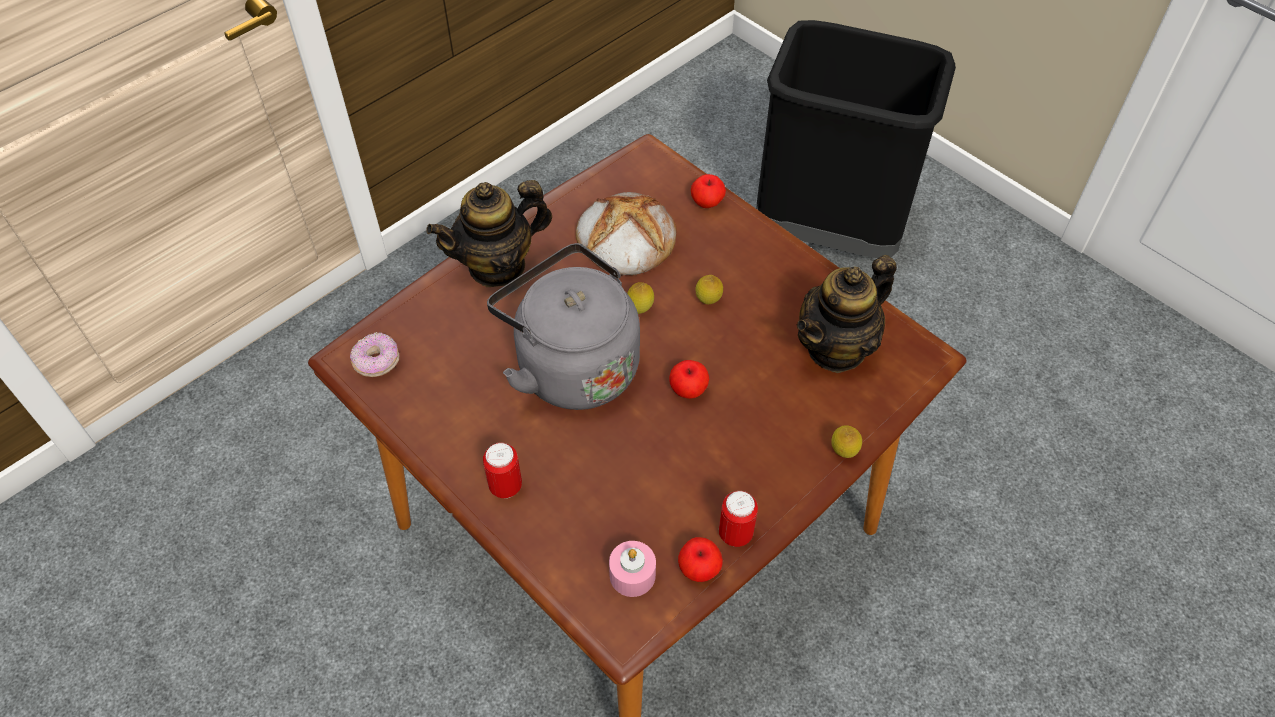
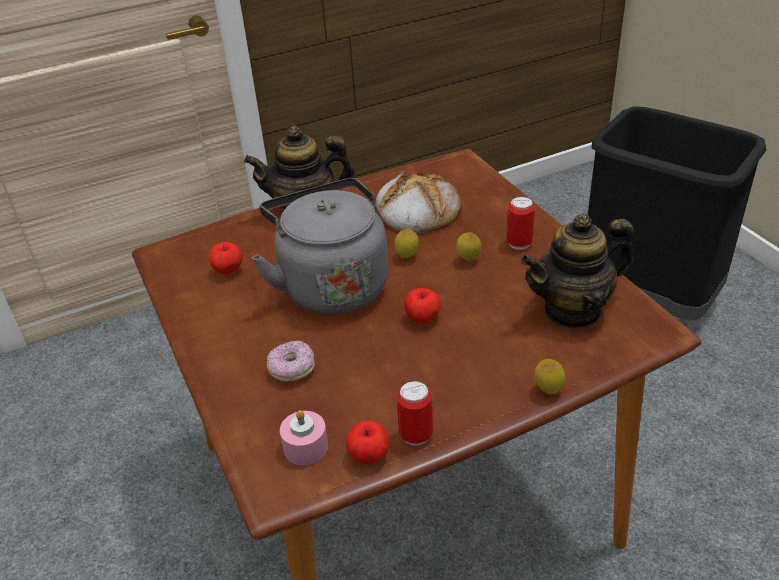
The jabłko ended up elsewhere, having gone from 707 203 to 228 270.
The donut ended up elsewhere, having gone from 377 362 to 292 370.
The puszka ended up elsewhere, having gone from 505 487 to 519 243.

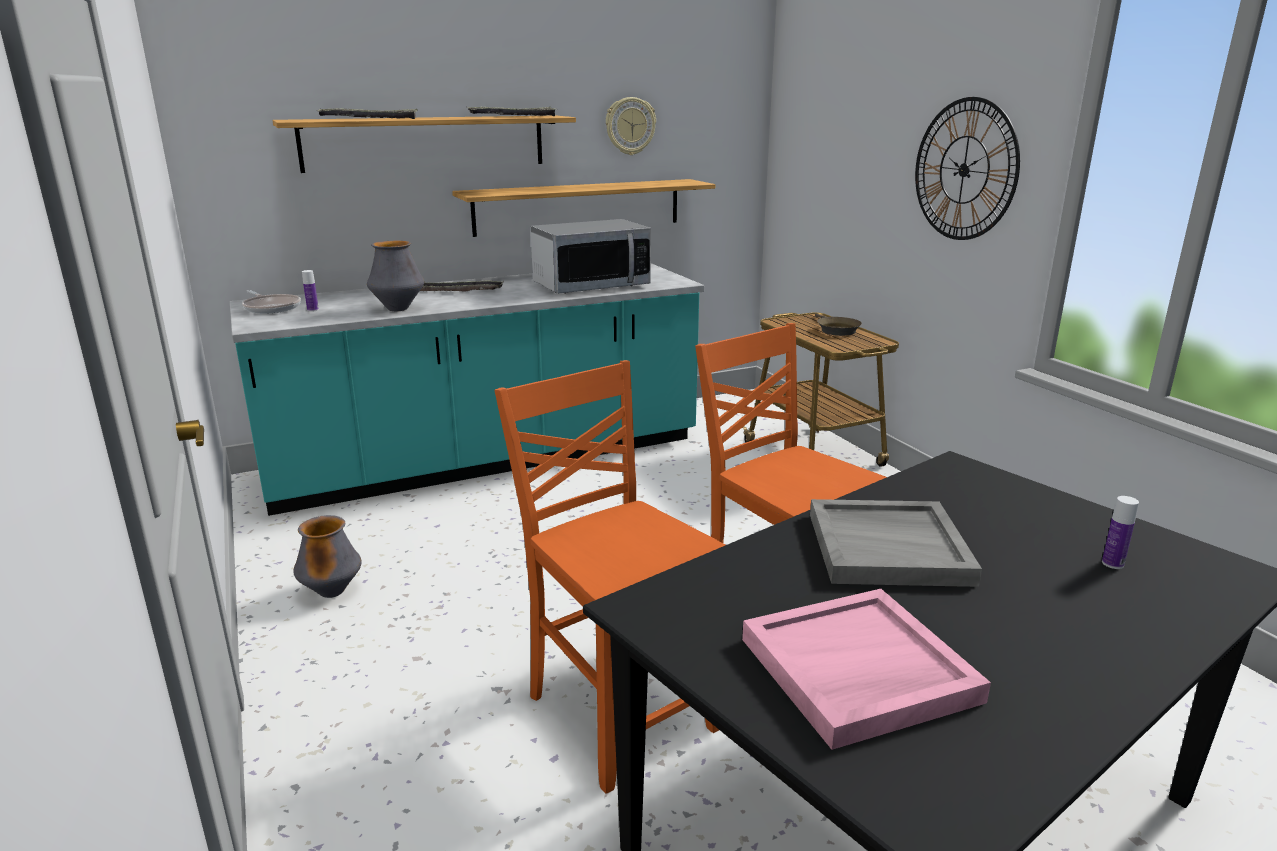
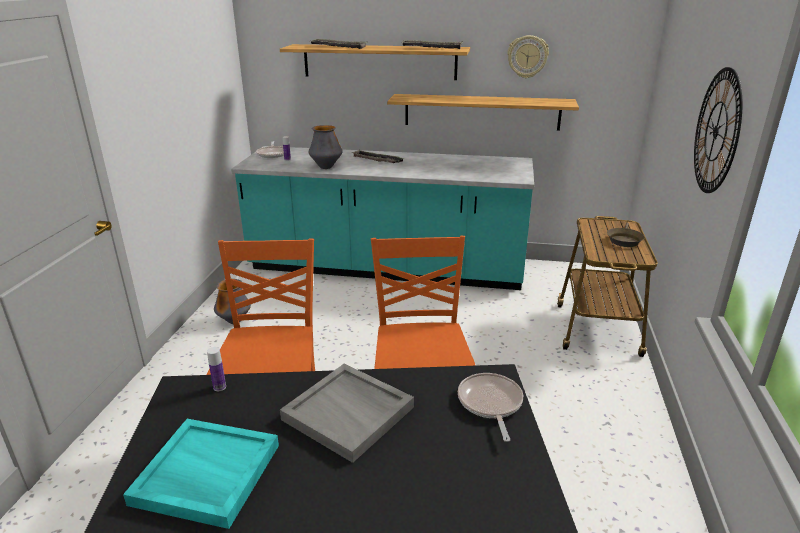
The second view lost the mikrofalówka at 591 285.
The butelka ended up elsewhere, having gone from 1112 563 to 219 387.
What was the taca (różowy) at 857 671 turned into the taca (turkusowy) at 205 474.
The second view gained the patelnia at 490 404.

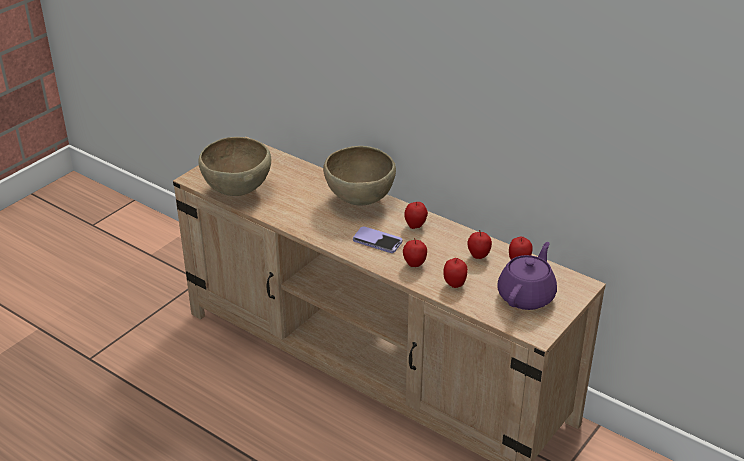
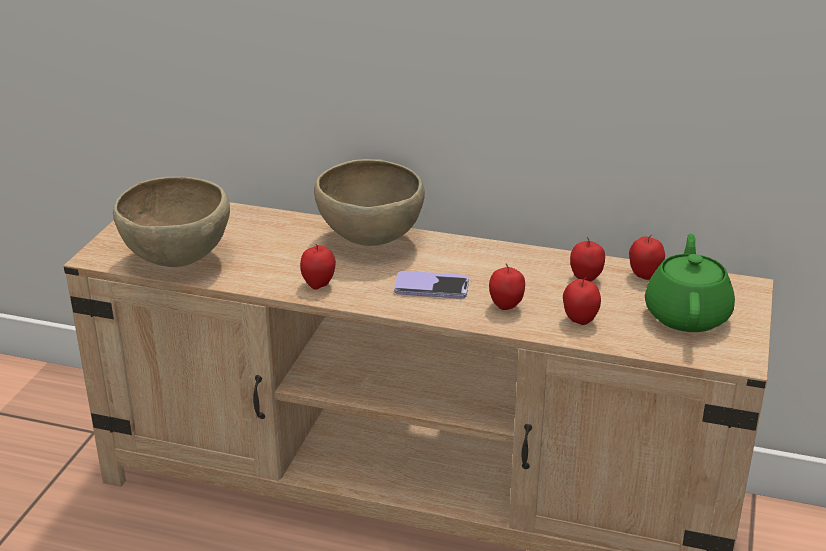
The jabłko ended up elsewhere, having gone from 415 226 to 318 285.
What was the imbryk (fioletowy) at 526 296 turned into the imbryk (zielony) at 687 315.

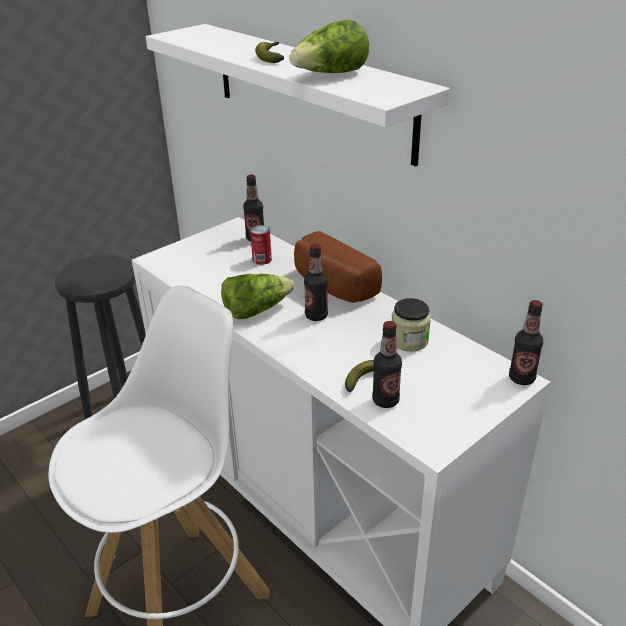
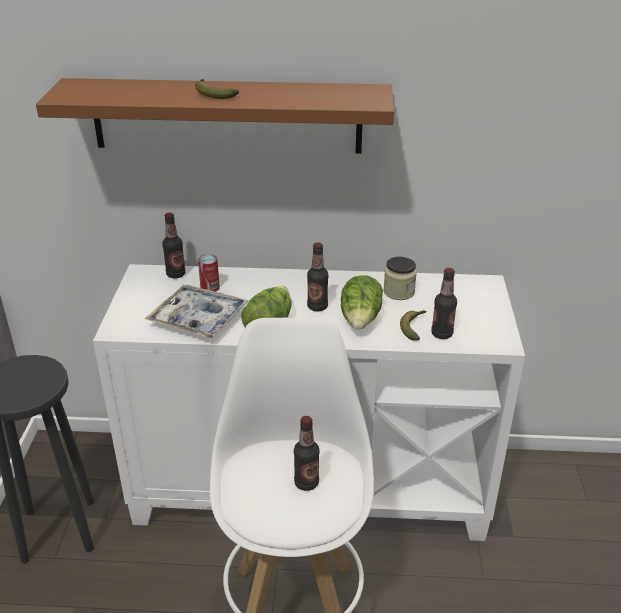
The sałata ended up elsewhere, having gone from 331 75 to 361 319.
What was the półka (biały) at 309 89 turned into the półka (brązowy) at 227 116.
The second view lost the chleb at 331 286.
The butelka ended up elsewhere, having gone from 521 378 to 306 483.
The second view gained the taca at 198 319.

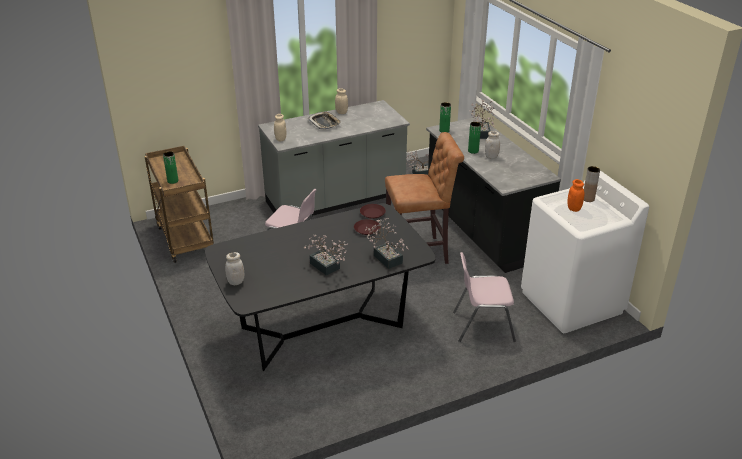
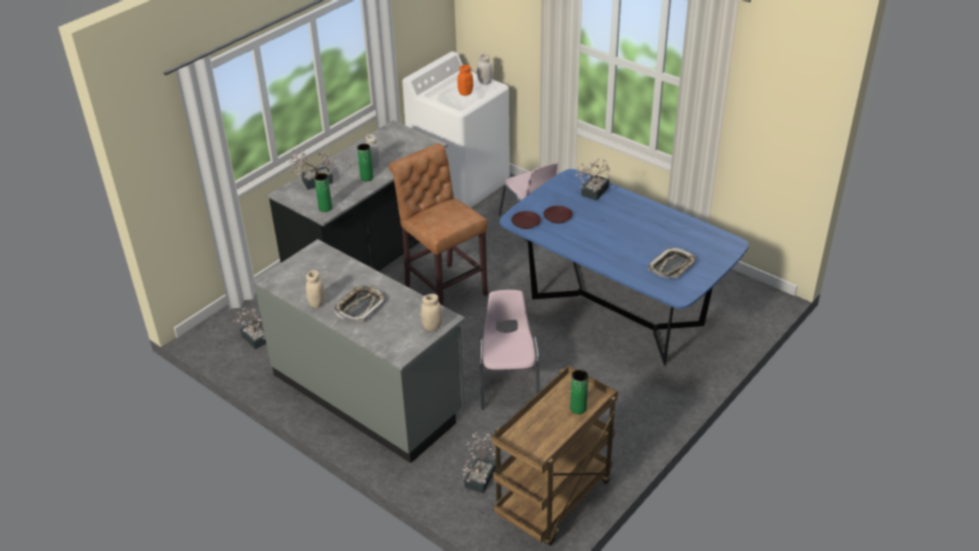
The second view lost the wazon (brązowy) at 588 199.
What was the stół jadalny (czarny) at 322 328 turned into the stół jadalny (niebieski) at 616 311.
The roślina doniczkowa ended up elsewhere, having gone from 326 267 to 482 476.
The słoik (biały) ended up elsewhere, having gone from 236 282 to 484 82.
The second view gained the taca at 672 266.

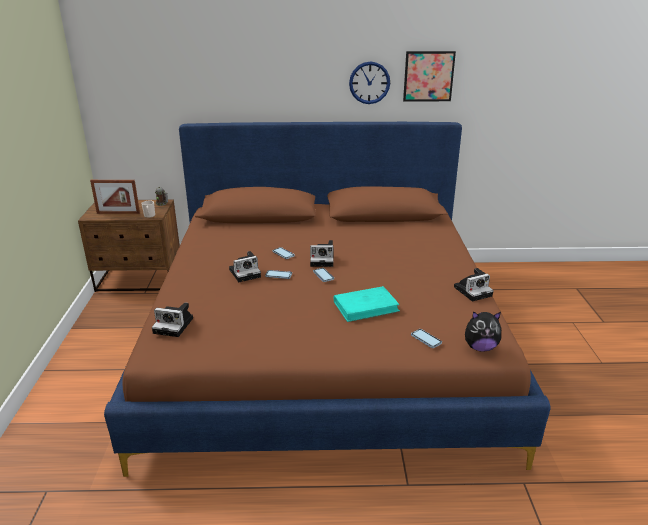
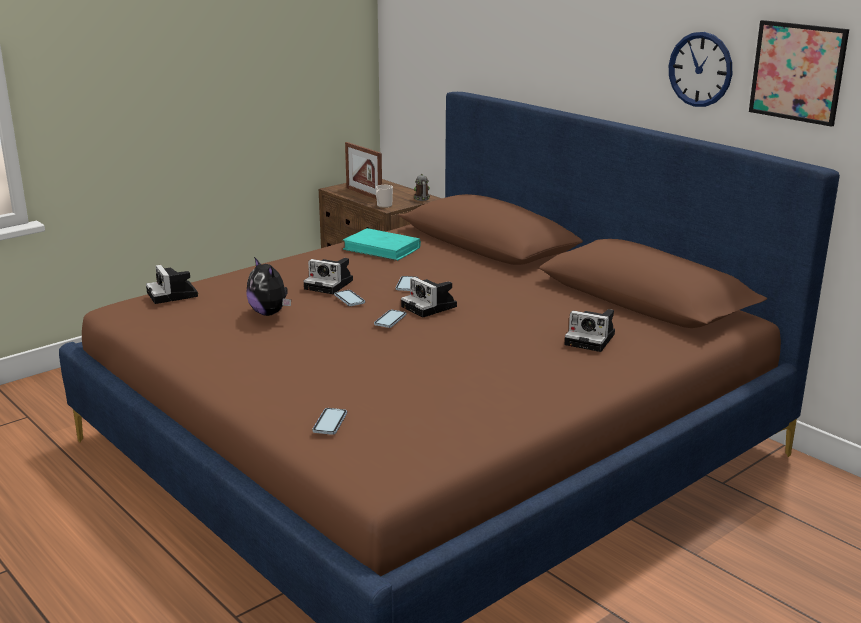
The aparat fotograficzny ended up elsewhere, having gone from 473 291 to 592 339.
The książka (turkusowy) ended up elsewhere, having gone from 366 307 to 382 249.
The pluszak ended up elsewhere, having gone from 480 347 to 270 313.

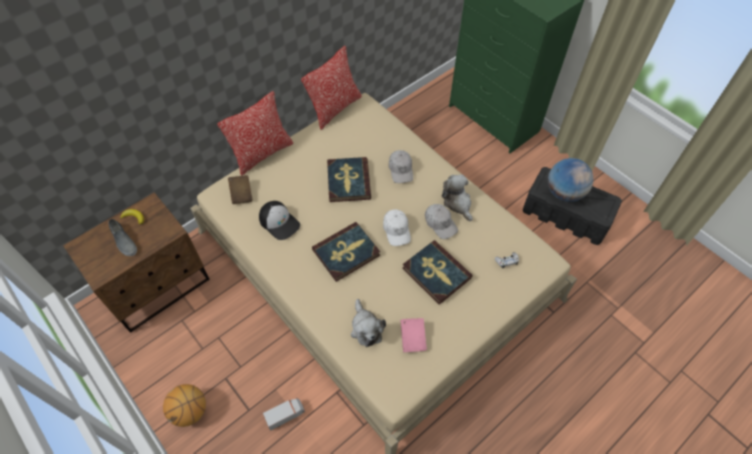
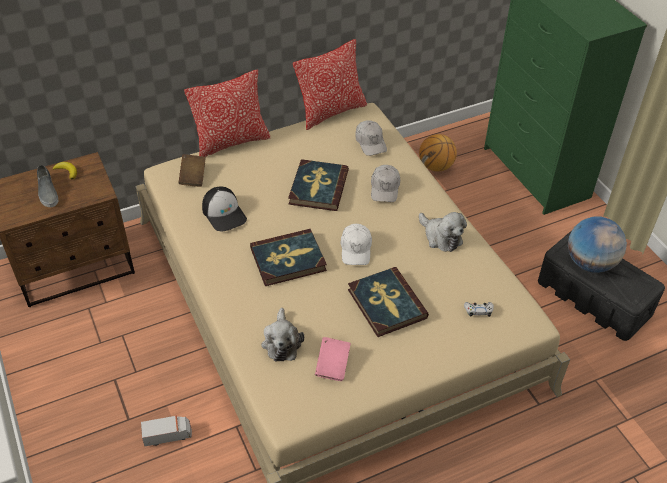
The pluszak at 457 203 ended up facing another way, 150 degrees clockwise from before.
The czapka z daszkiem (biały) ended up elsewhere, having gone from 440 223 to 370 142.
The piłka do koszykówki ended up elsewhere, having gone from 190 411 to 436 167.

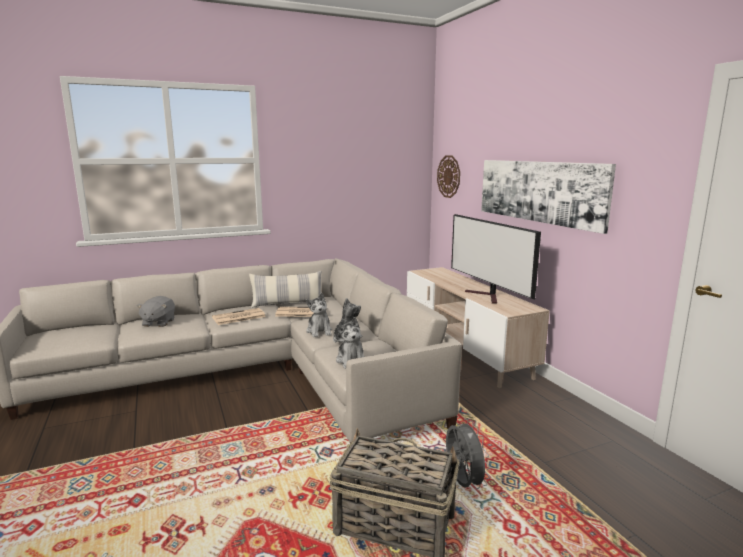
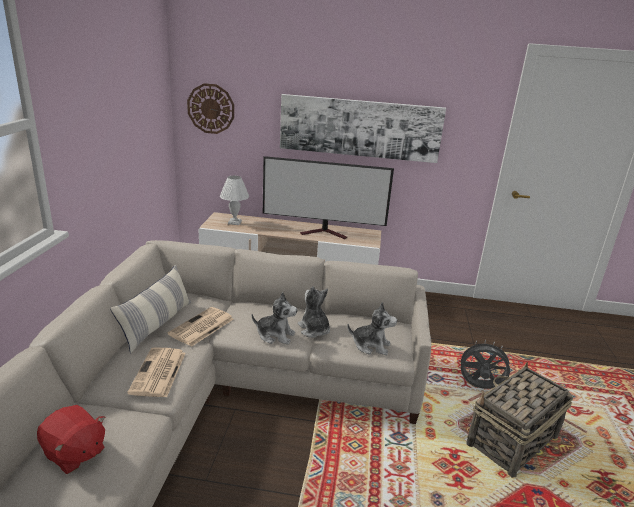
What was the pluszak (szary) at 158 323 turned into the pluszak (czerwony) at 74 453.
The second view gained the lampa stołowa (biały) at 234 222.

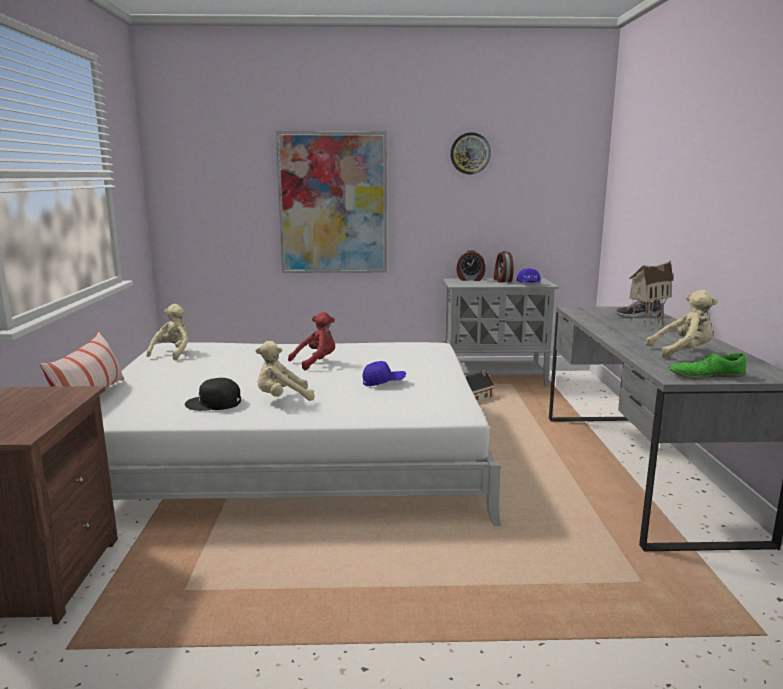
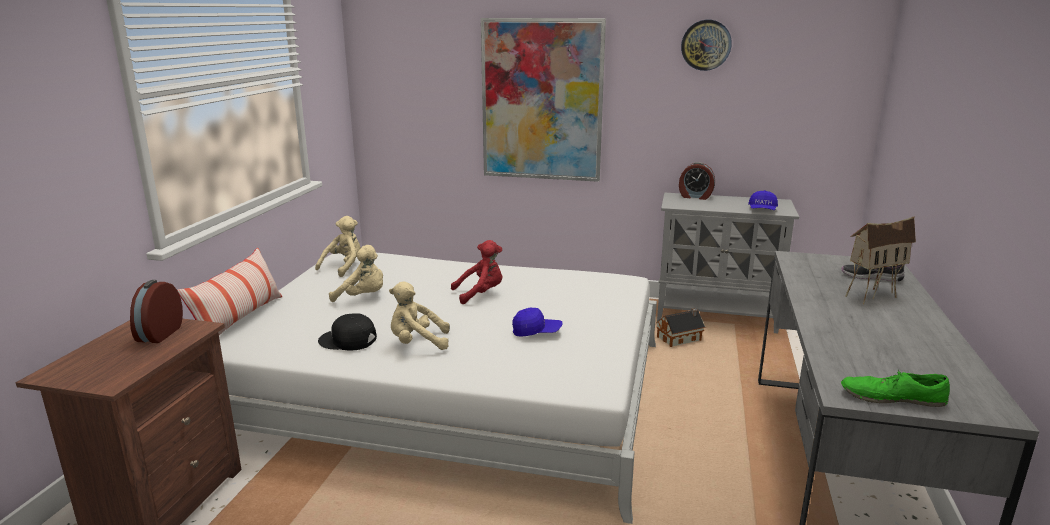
The budzik ended up elsewhere, having gone from 502 280 to 158 334.
The pluszak (beżowy) ended up elsewhere, having gone from 682 353 to 363 297.

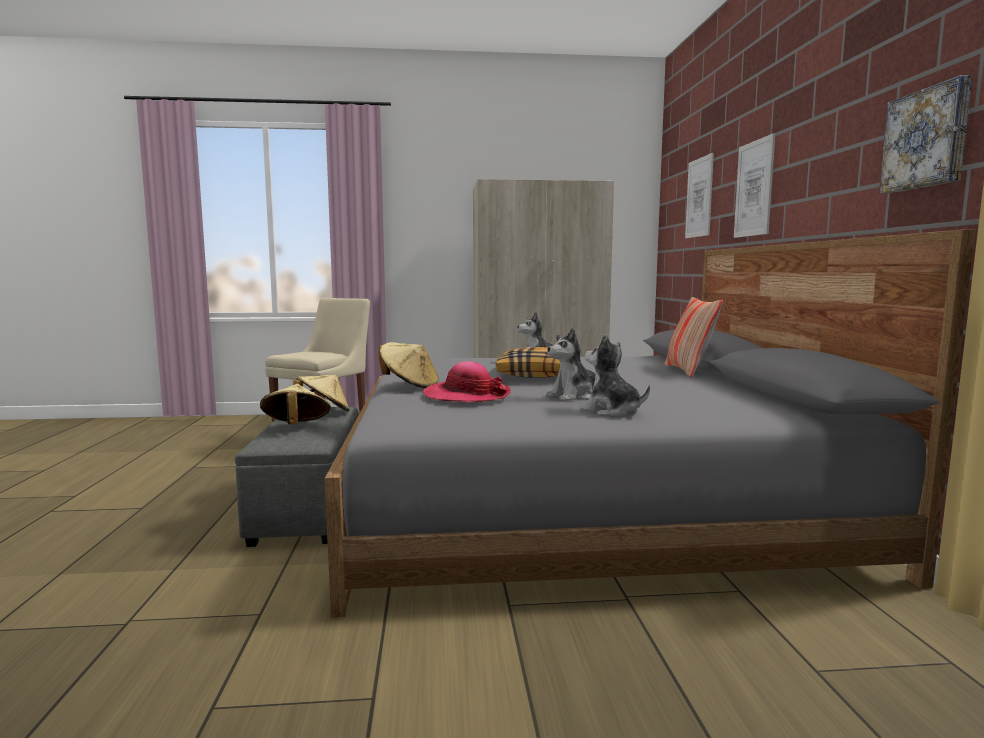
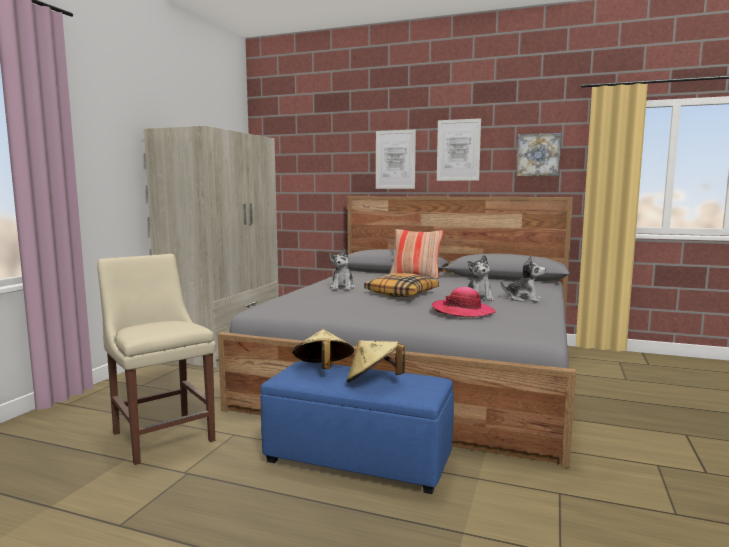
The obraz ended up elsewhere, having gone from 699 197 to 458 150.
The pluszak at 611 411 ended up facing another way, 135 degrees counterclockwise from before.
The second view lost the kapelusz (beżowy) at 409 386.
What was the pufa (szary) at 309 508 turned into the pufa (niebieski) at 359 459.

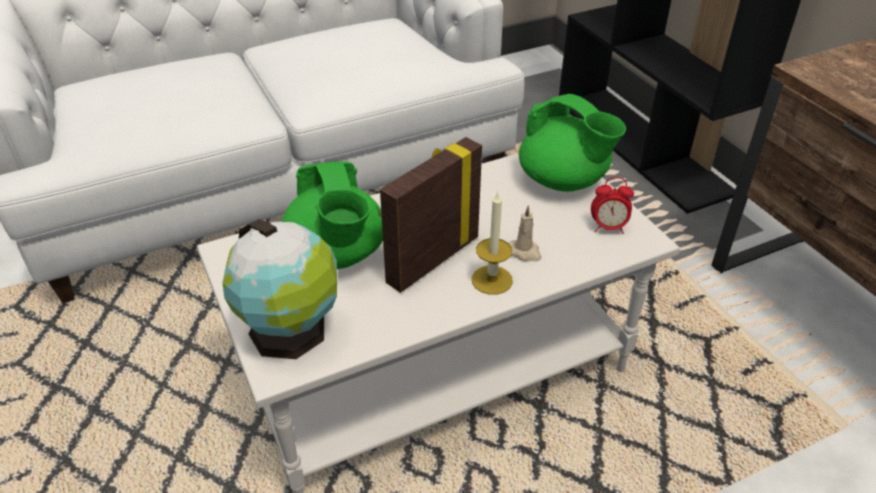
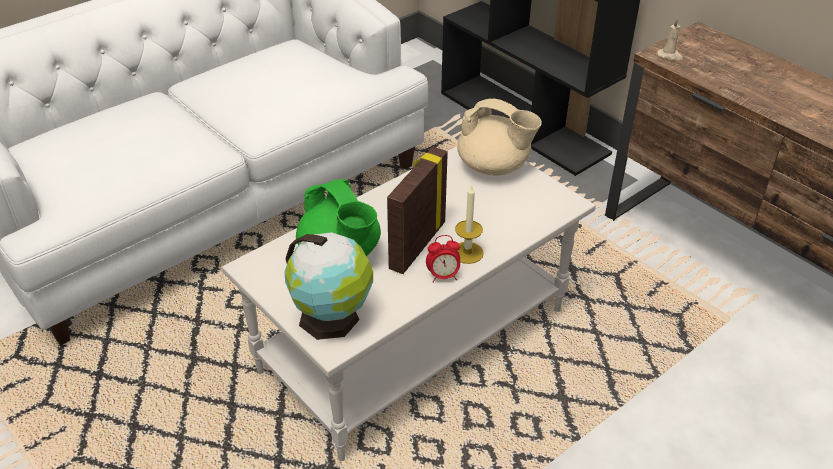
What was the imbryk (zielony) at 563 181 turned into the imbryk (beżowy) at 494 166.
The budzik ended up elsewhere, having gone from 608 228 to 443 276.
The świeca (beżowy) ended up elsewhere, having gone from 525 252 to 670 56.

